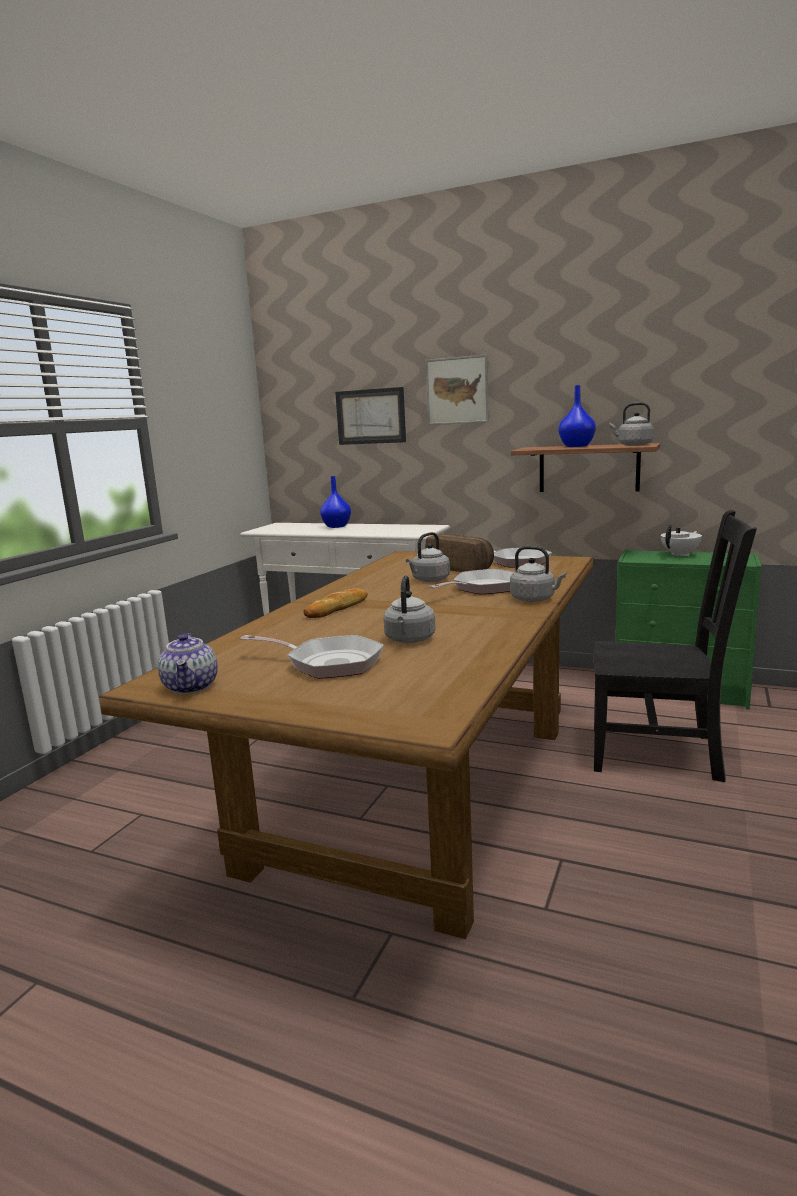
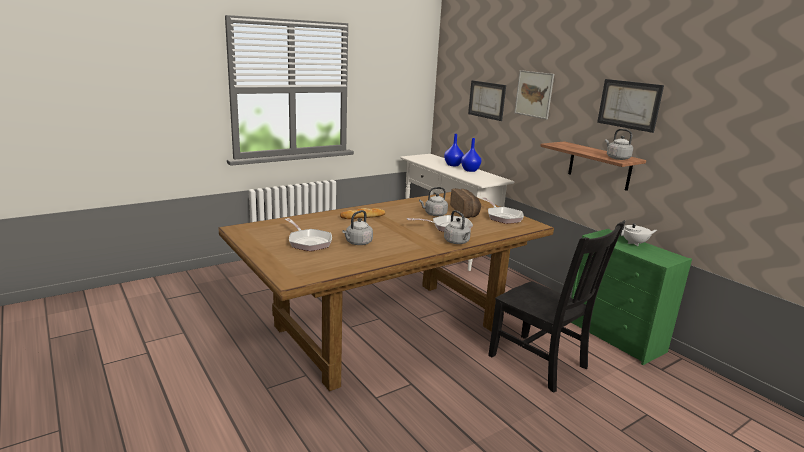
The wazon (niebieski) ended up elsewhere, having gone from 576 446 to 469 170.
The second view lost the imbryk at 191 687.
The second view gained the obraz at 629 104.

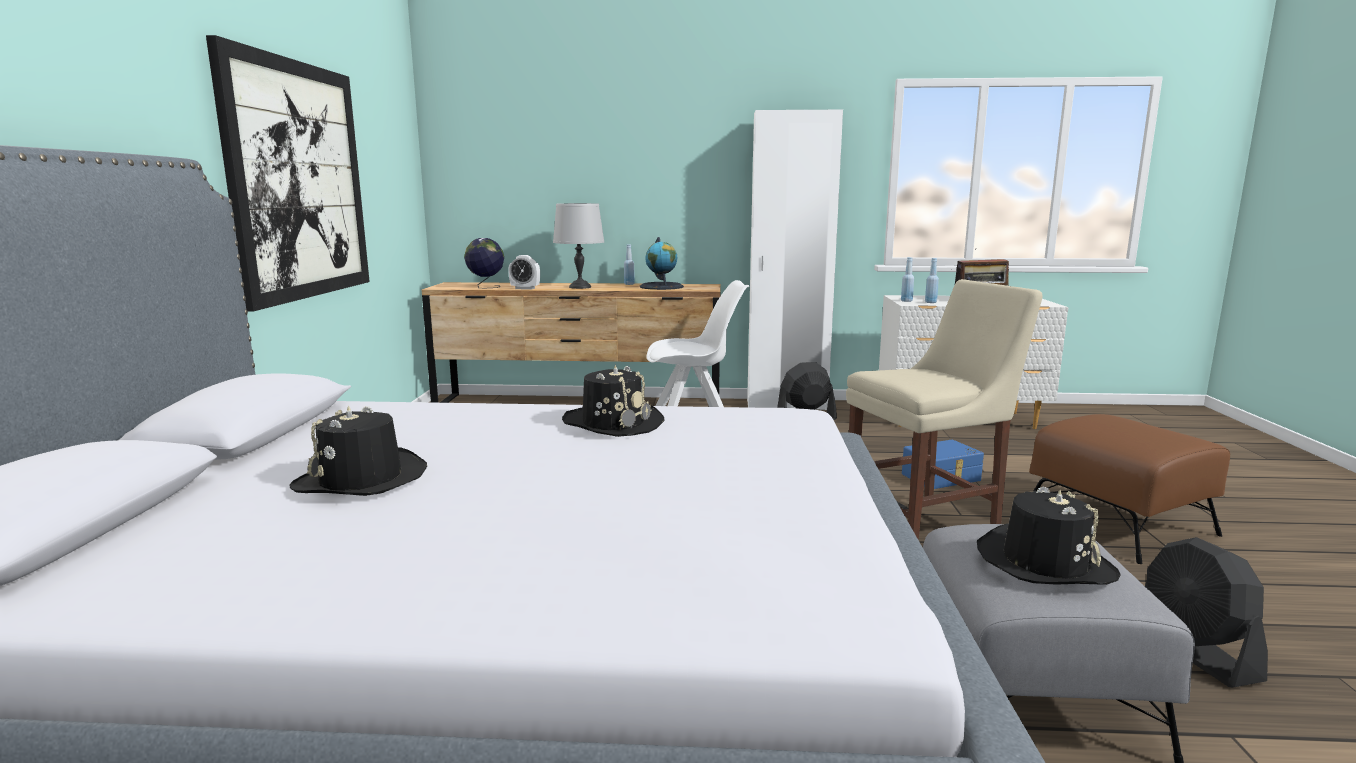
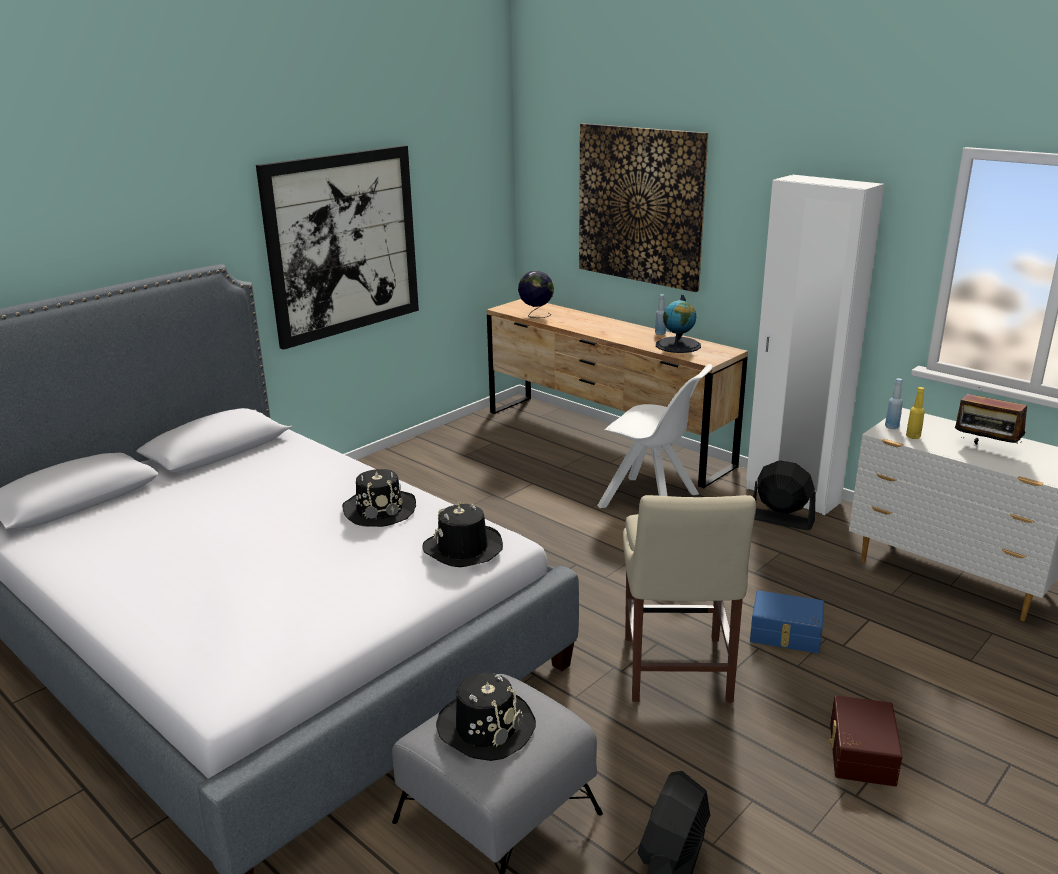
The second view lost the lampa stołowa (szary) at 580 287.
The second view lost the budzik at 525 288.
What was the butelka (niebieski) at 930 302 turned into the butelka (żółty) at 913 437.
The krzesło (beżowy) at 927 526 ended up facing another way, 75 degrees clockwise from before.
The kapelusz (czarny) ended up elsewhere, having gone from 361 479 to 463 549.
Where the pufa (brązowy) stood at 1118 524, the pojemnik do przechowywania (brązowy) came to stand at 859 753.
The second view gained the obraz at 640 205.

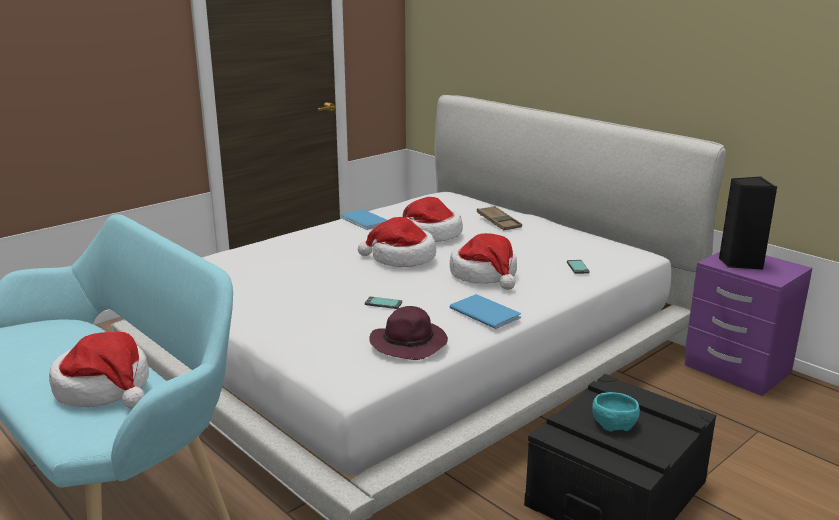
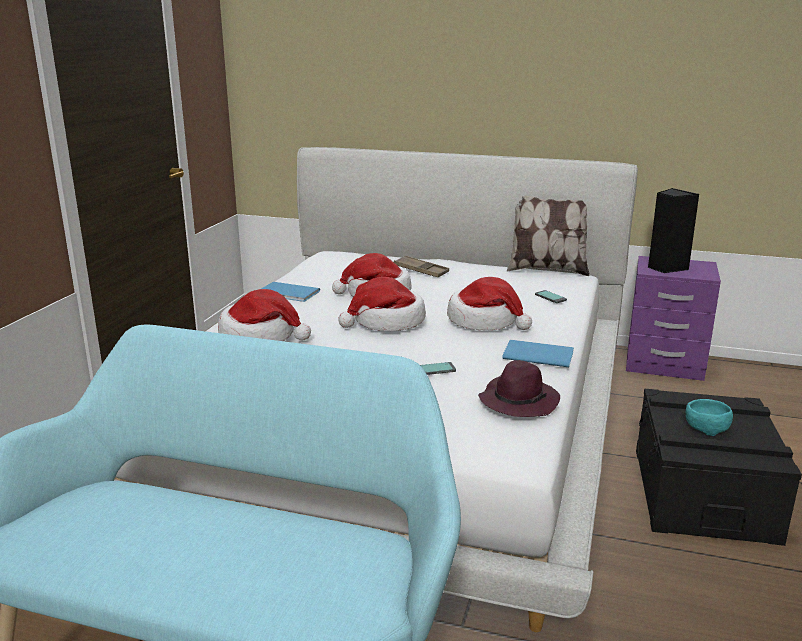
The kapelusz ended up elsewhere, having gone from 105 388 to 260 336.
The second view gained the poduszka at 546 269.

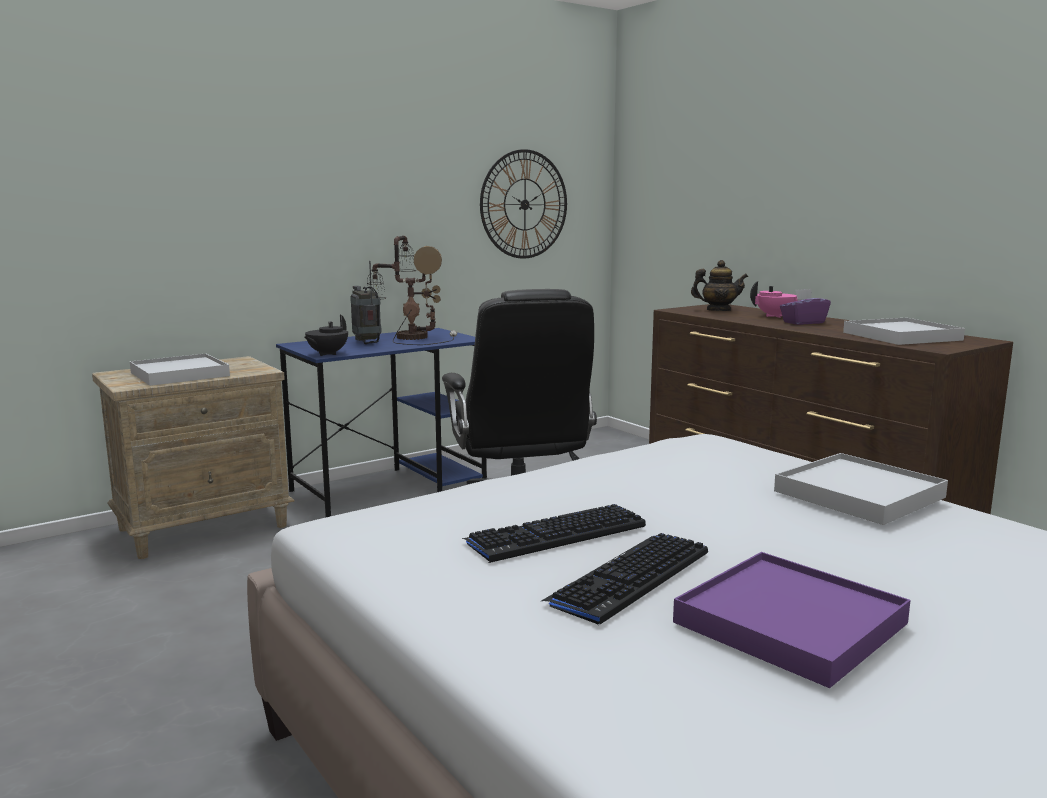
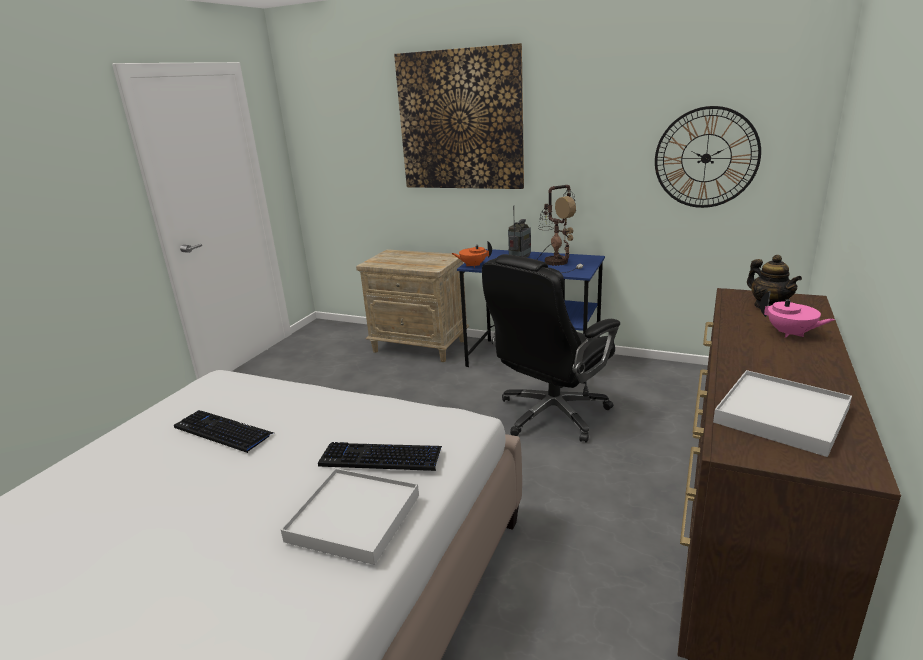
The second view lost the pudełko chusteczek (fioletowy) at 803 322.
What was the imbryk (czarny) at 327 354 turned into the imbryk (pomarańczowy) at 473 265.
The second view lost the taca (biały) at 180 374.
The klawiatura ended up elsewhere, having gone from 630 578 to 381 457.
The second view lost the taca (fioletowy) at 789 622.
The second view gained the obraz at 460 121.

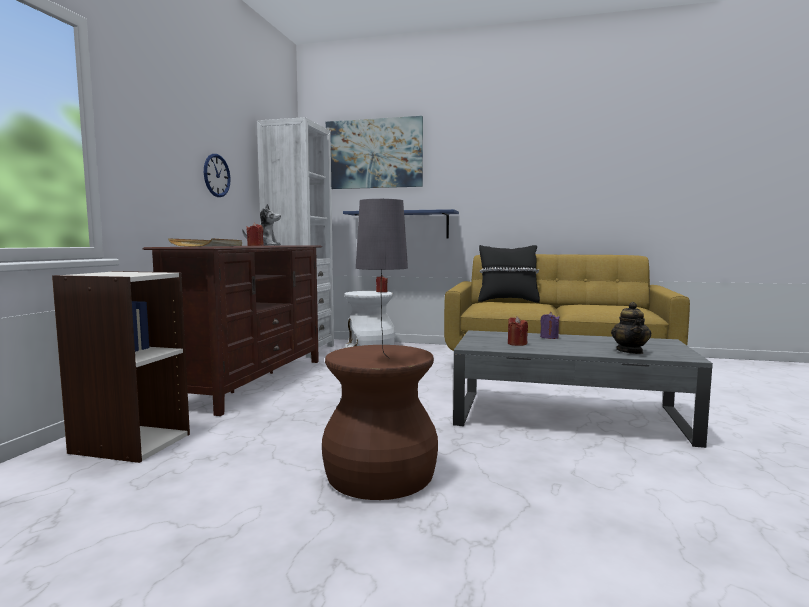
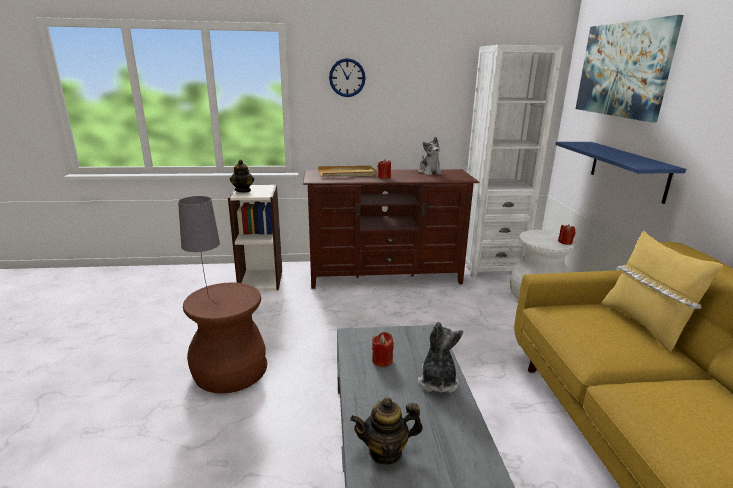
The zegar ścienny ended up elsewhere, having gone from 216 175 to 347 78.
What was the poduszka (czarny) at 507 301 turned into the poduszka (żółty) at 644 324.
Where the świeca (fioletowy) stood at 549 337, the pluszak came to stand at 437 381.
The second view gained the imbryk at 243 190.

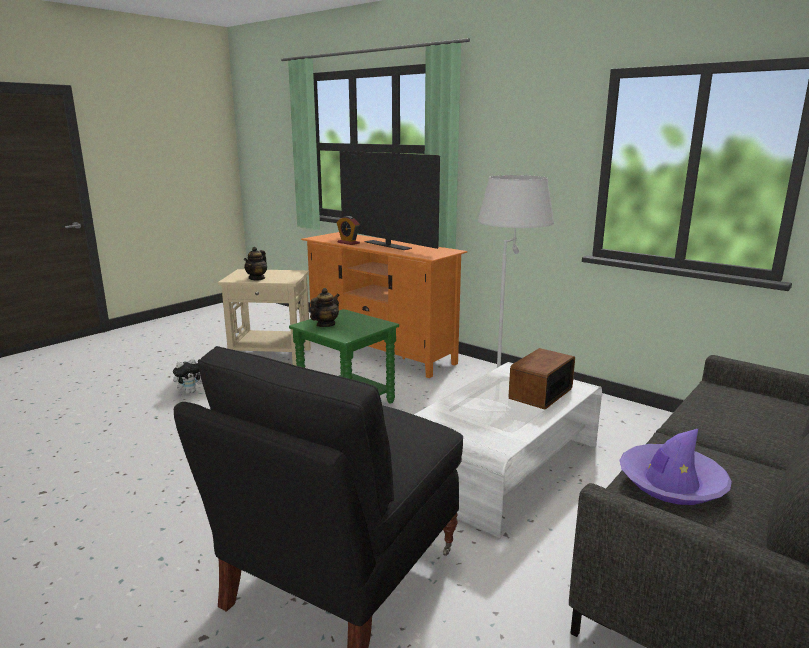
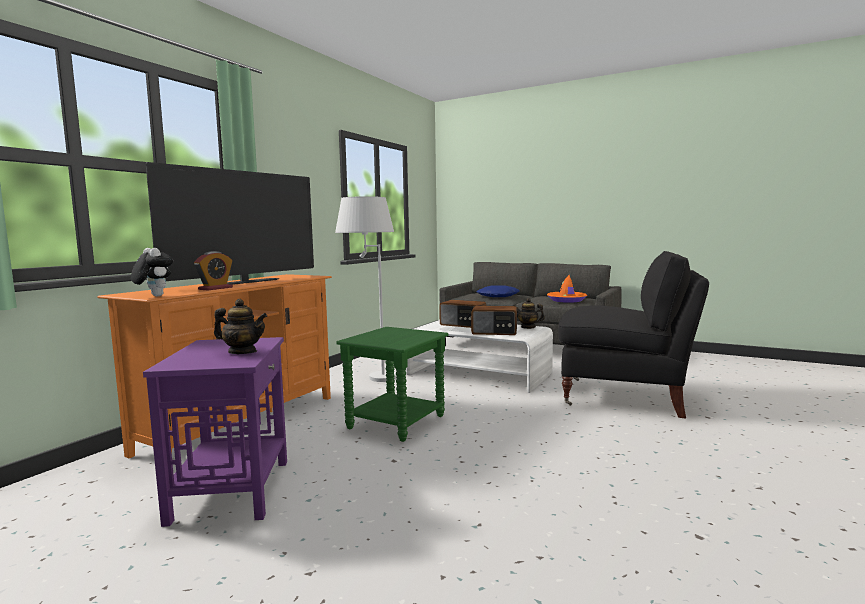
What was the stolik (beżowy) at 271 357 turned into the stolik (fioletowy) at 233 490.
The imbryk ended up elsewhere, having gone from 325 325 to 528 327.
The pluszak ended up elsewhere, having gone from 190 392 to 154 296.
What was the kapelusz (fioletowy) at 671 483 turned into the kapelusz (pomarańczowy) at 566 300.
The second view gained the poduszka (niebieski) at 498 296.
The second view gained the radio at 494 332.

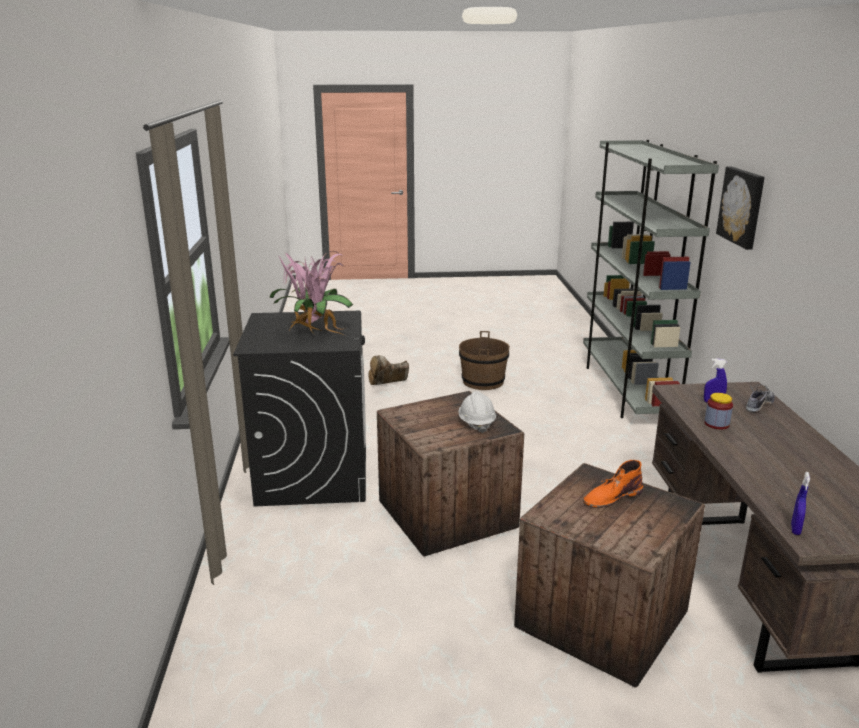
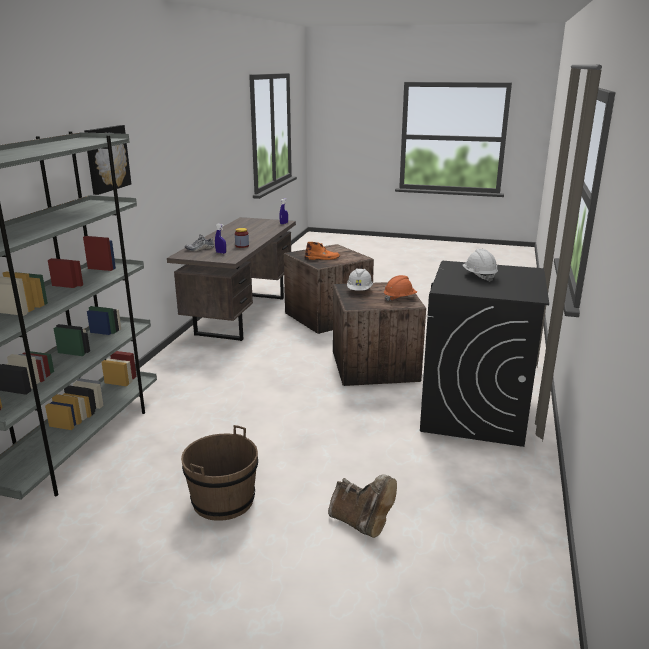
Where the roślina doniczkowa stood at 313 332, the kask (biały) came to stand at 479 276.
The but z cholewką (brązowy) at 387 386 ended up facing another way, 45 degrees clockwise from before.
The second view gained the kask (pomarańczowy) at 399 298.

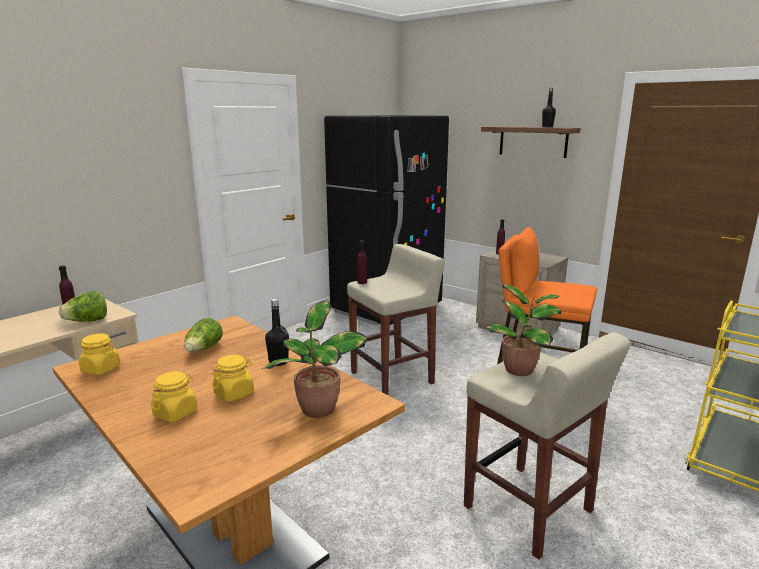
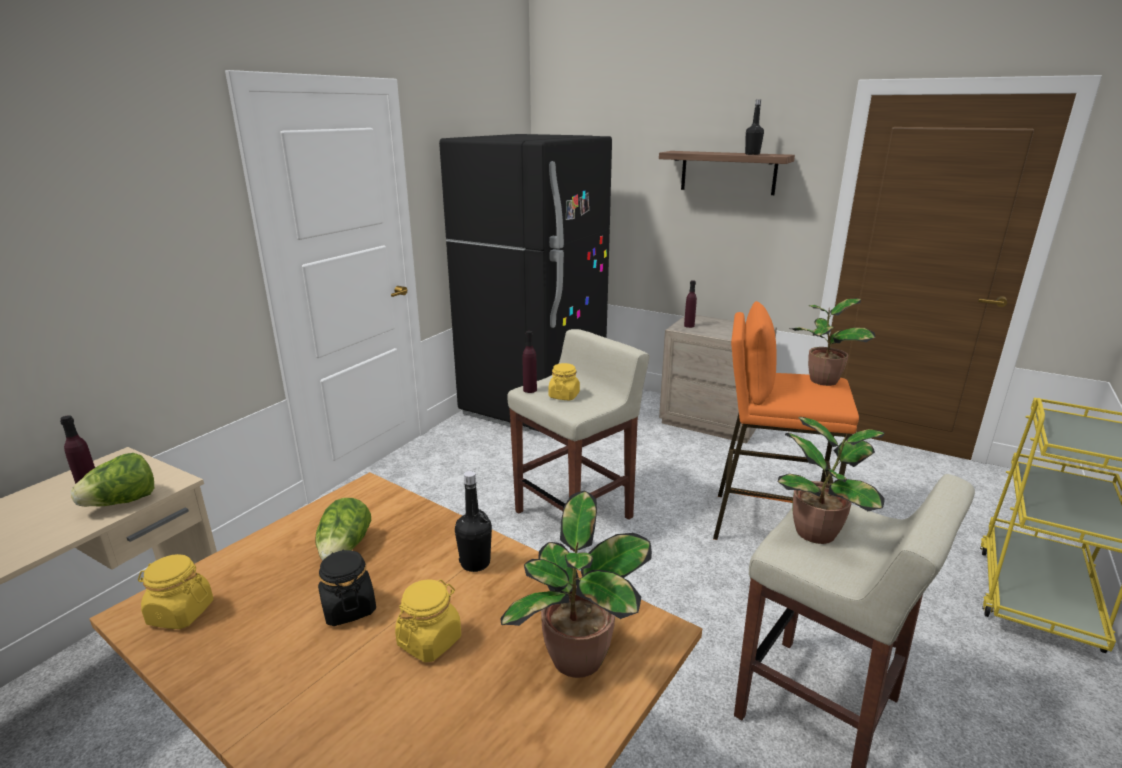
The słoik (żółty) ended up elsewhere, having gone from 176 413 to 564 396.
The second view gained the roślina doniczkowa at 822 381.
The second view gained the słoik (czarny) at 348 608.

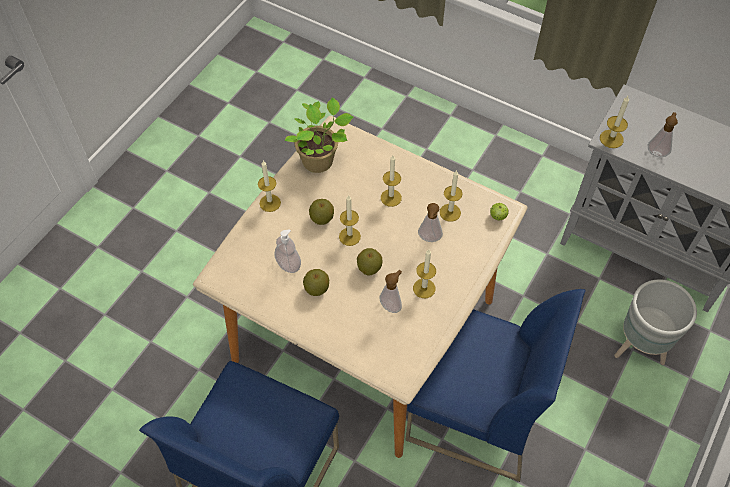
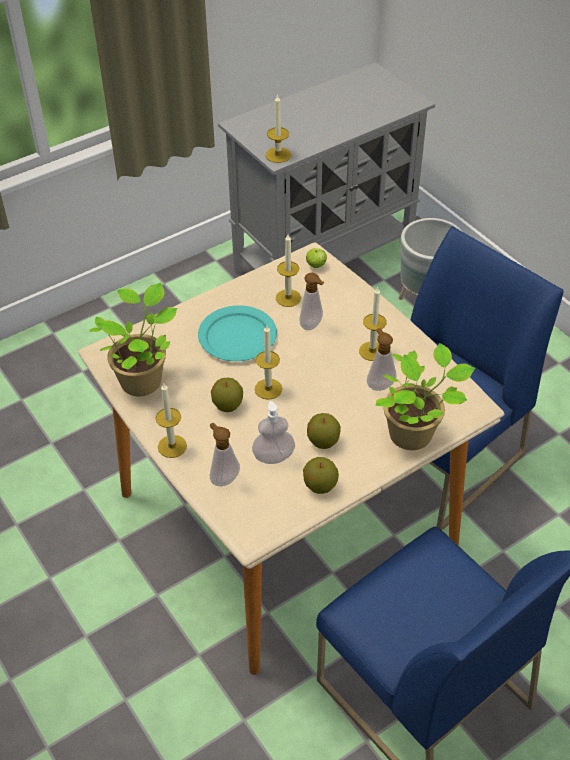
The dozownik mydła ended up elsewhere, having gone from 657 152 to 223 478.
Where the świeca stood at 391 198, the talerz (turkusowy) came to stand at 238 337.
The jabłko ended up elsewhere, having gone from 369 268 to 320 485.
The second view gained the roślina doniczkowa at 414 434.

